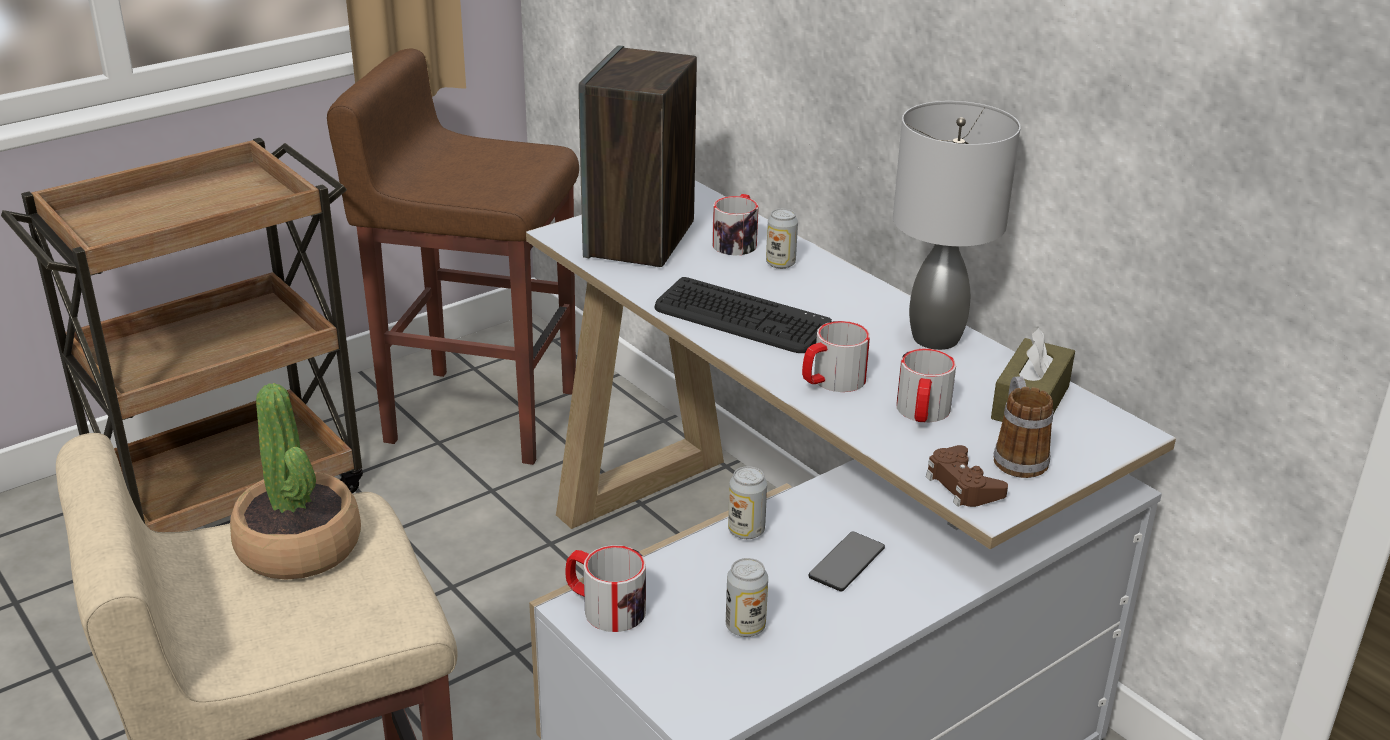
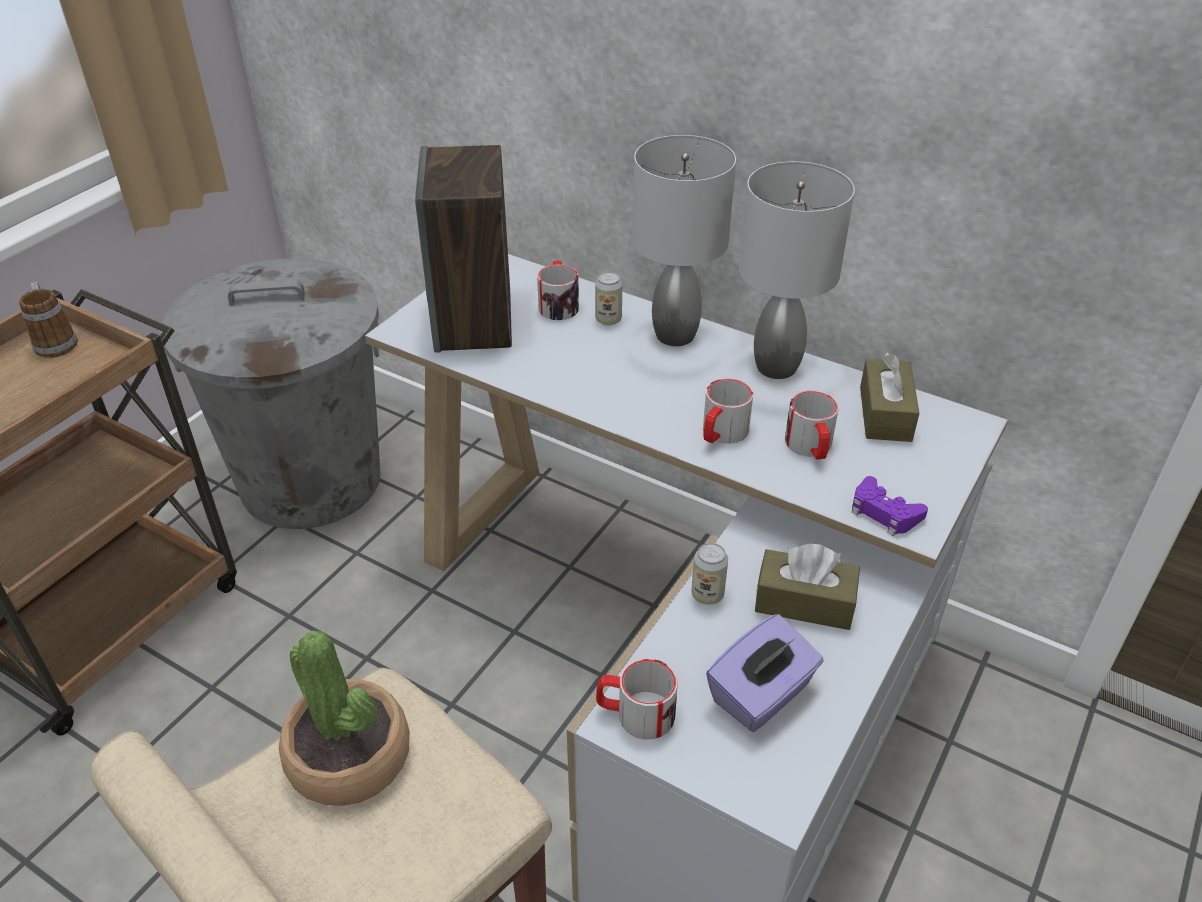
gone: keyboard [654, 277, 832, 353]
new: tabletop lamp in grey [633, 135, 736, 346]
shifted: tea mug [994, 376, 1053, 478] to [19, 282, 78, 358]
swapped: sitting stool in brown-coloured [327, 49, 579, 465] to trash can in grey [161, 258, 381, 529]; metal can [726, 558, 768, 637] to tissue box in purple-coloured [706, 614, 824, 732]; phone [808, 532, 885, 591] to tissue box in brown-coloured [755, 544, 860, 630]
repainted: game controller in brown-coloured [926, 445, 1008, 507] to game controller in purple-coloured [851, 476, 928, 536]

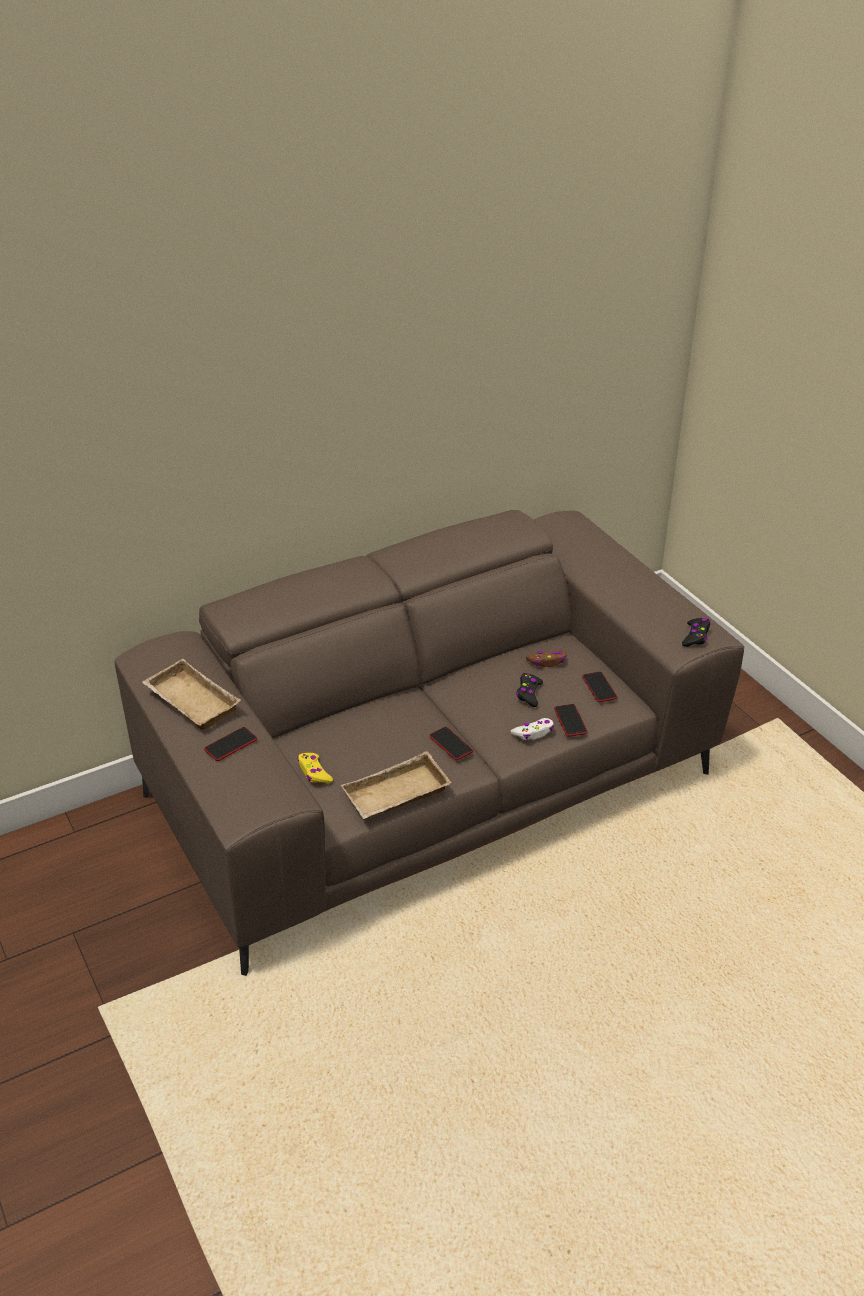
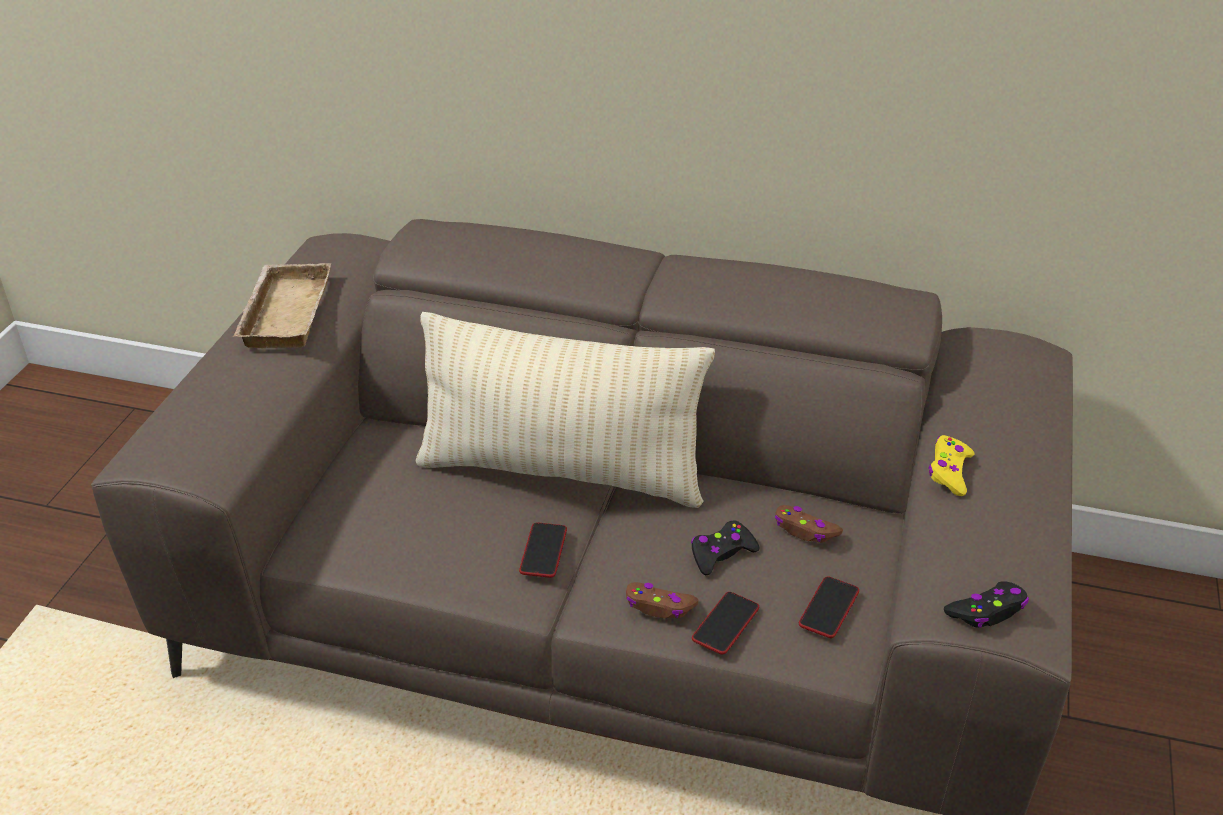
gone: phone [204, 727, 257, 761]; tray in beige [341, 751, 452, 819]
new: cushion in beige [415, 312, 715, 508]
shifted: game controller in yellowish [297, 753, 333, 784] to [929, 435, 975, 496]
repainted: game controller in white [511, 718, 554, 740] to game controller in brown-coloured [626, 582, 698, 618]

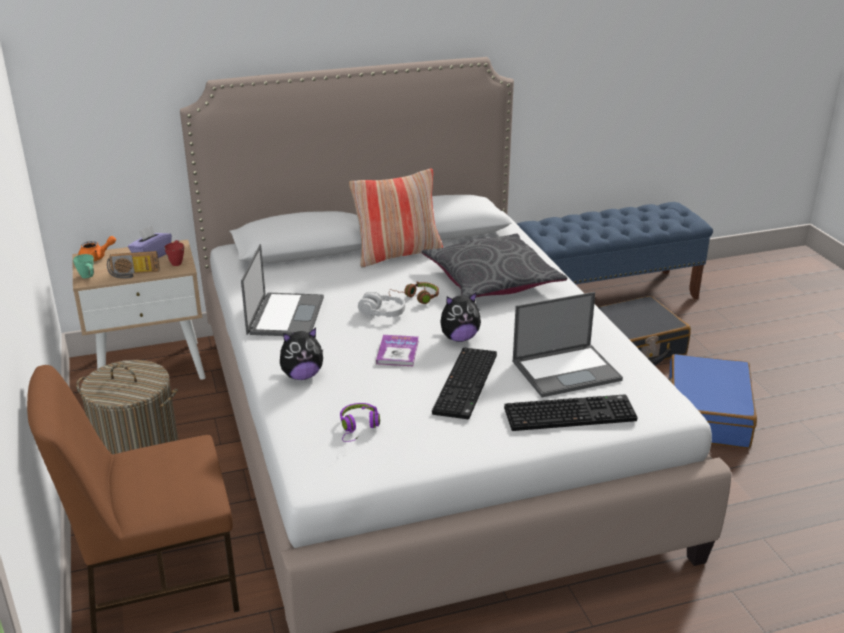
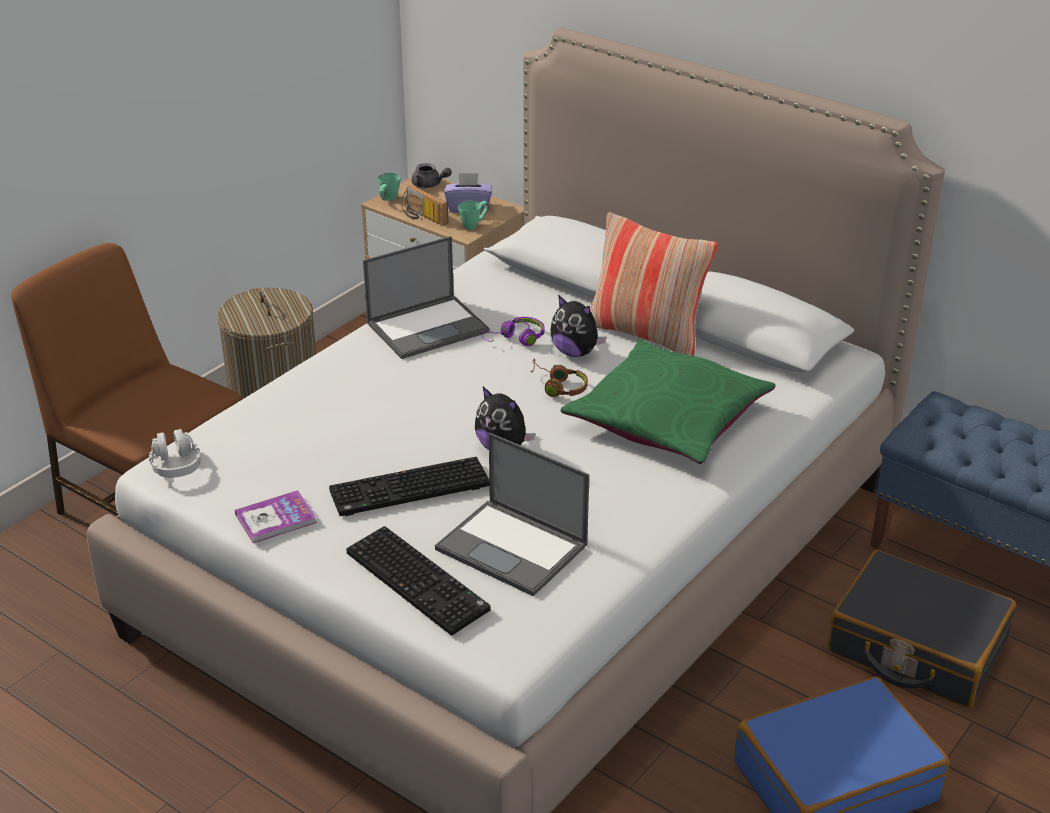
shifted: plush toy [280, 328, 323, 380] to [550, 295, 607, 357]; headset in purple-coloured [340, 403, 380, 442] to [481, 317, 545, 346]; headset in grey [358, 292, 405, 317] to [149, 429, 201, 478]; book [376, 335, 419, 366] to [235, 490, 317, 543]
repainted: pot for tea in orange-coloured [78, 236, 116, 261] to pot for tea in grey [411, 163, 452, 188]; tea mug in red-coloured [164, 240, 184, 266] to tea mug in greenish [458, 200, 489, 230]; cushion in grey [422, 234, 567, 298] to cushion in greenish [560, 339, 776, 464]

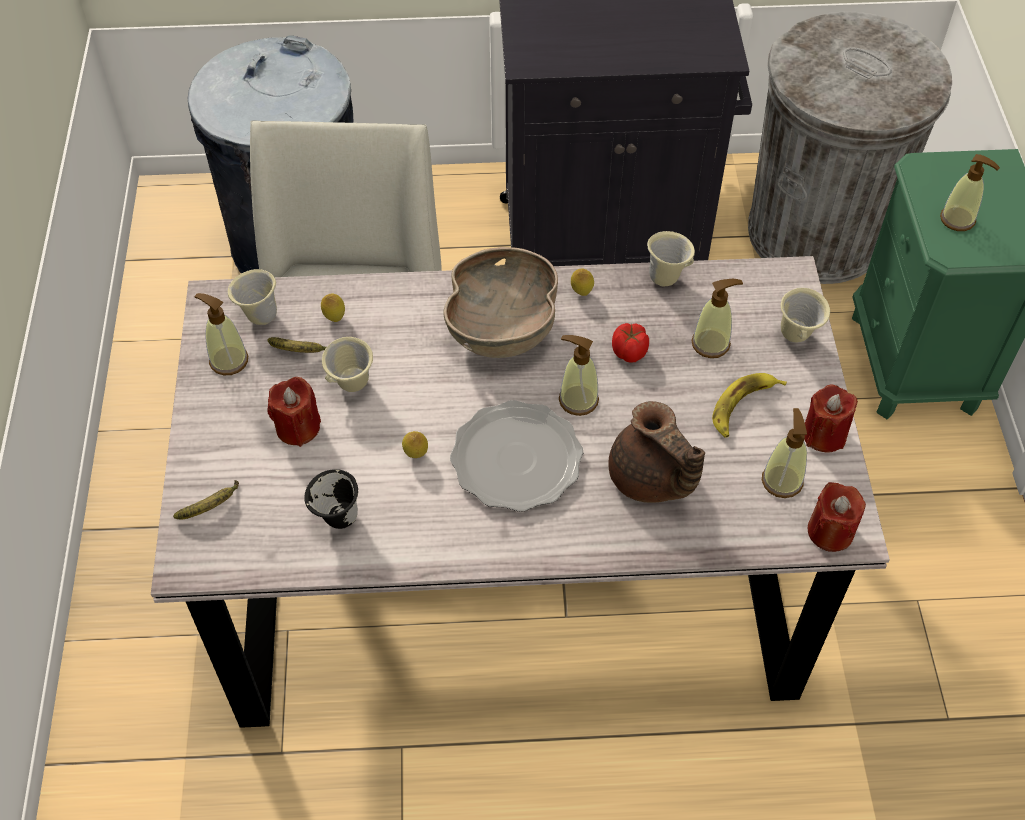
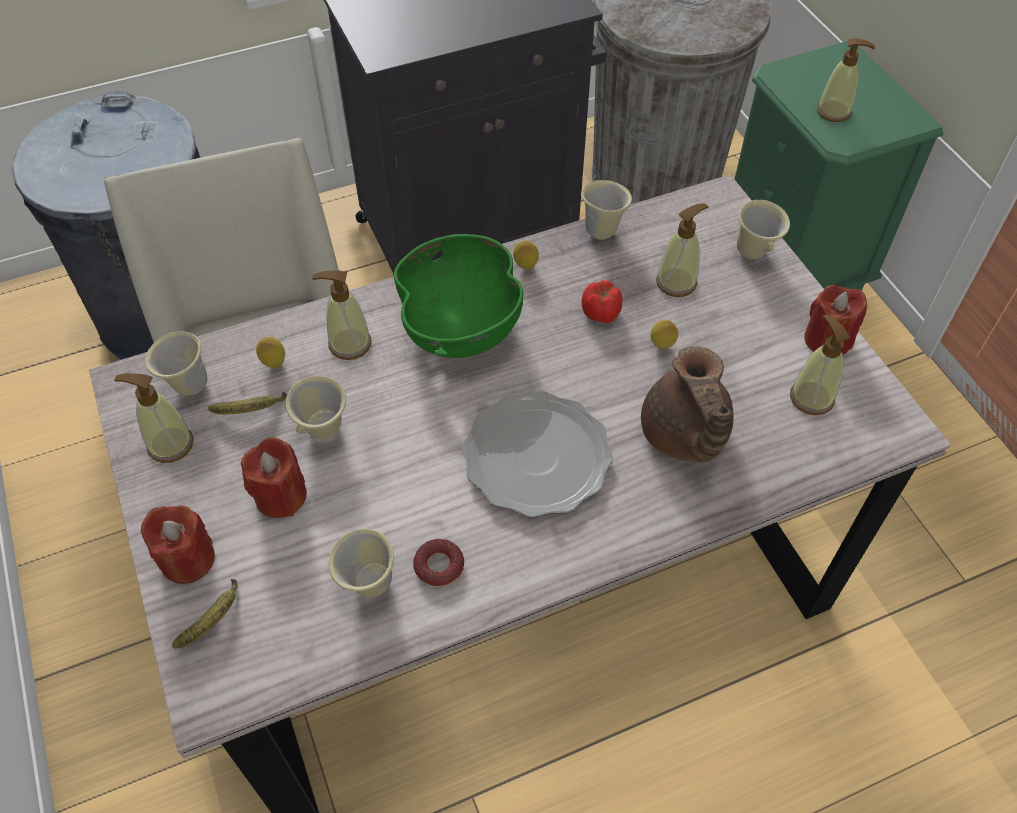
gone: banana [712, 373, 787, 438]
new: donut [413, 539, 464, 587]
shifted: whole lemon [402, 431, 428, 458] to [651, 320, 678, 349]; liquid soap bottle [559, 335, 599, 416] to [312, 270, 371, 360]; wax light in red-coloured [808, 482, 866, 552] to [141, 505, 215, 584]
repainted: tea mug in black [304, 469, 358, 529] to tea mug in beige [329, 529, 394, 598]; deep dish in brown-coloured [444, 247, 558, 358] to deep dish in greenish [394, 234, 523, 358]
rotated: pot for tea in brown-coloured [608, 401, 705, 503] = [641, 346, 734, 462] 45 degrees clockwise

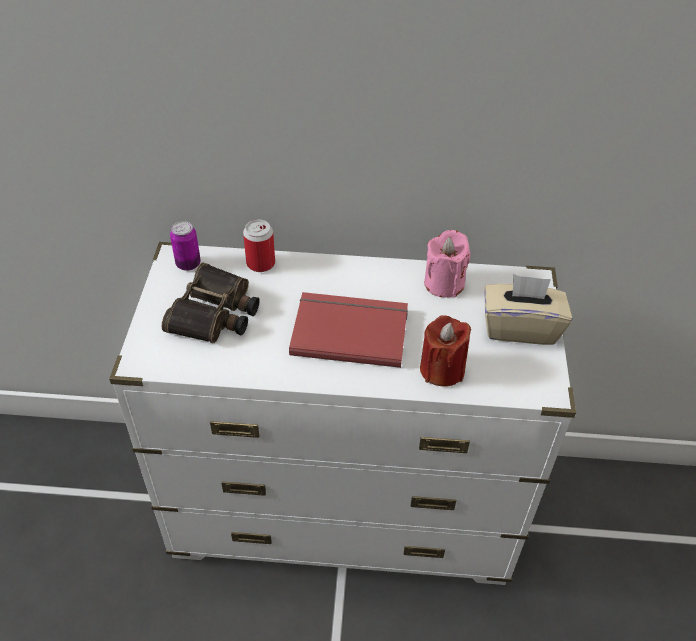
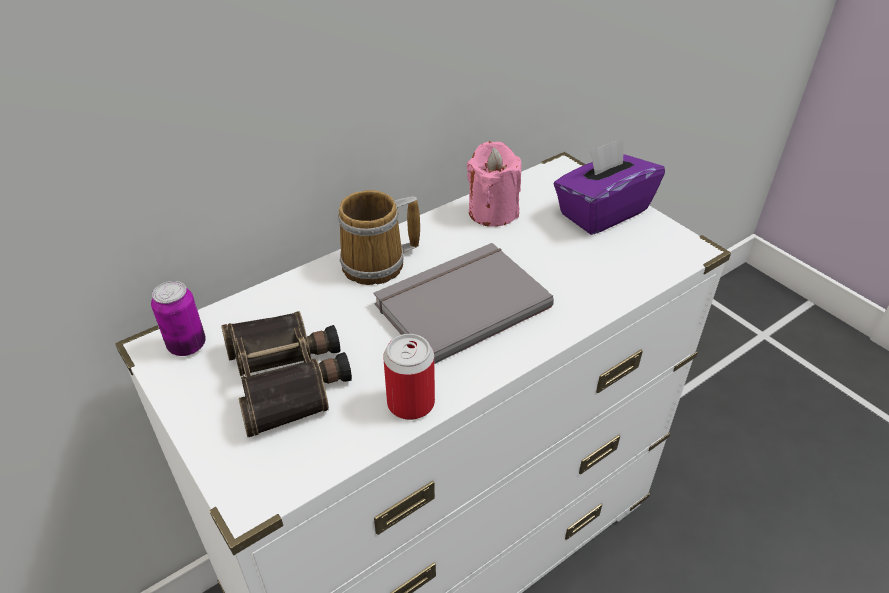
gone: wax light in red-coloured [420, 315, 471, 387]
new: tea mug [338, 190, 420, 285]
shifted: metal can [243, 220, 275, 272] to [383, 334, 435, 420]
repainted: book in red-coloured [289, 292, 408, 368] to book in grey [373, 243, 554, 364]; tissue box in beige [484, 274, 572, 345] to tissue box in purple-coloured [554, 138, 665, 235]

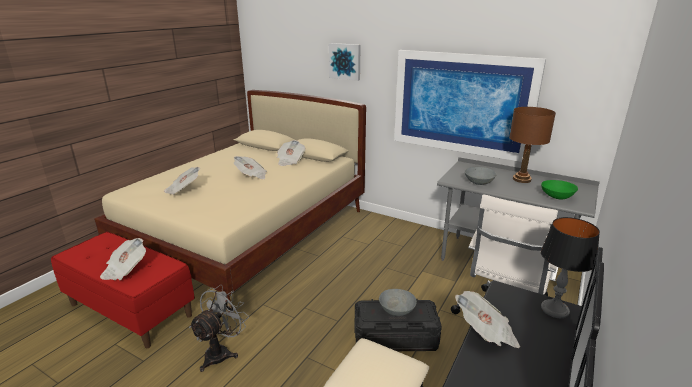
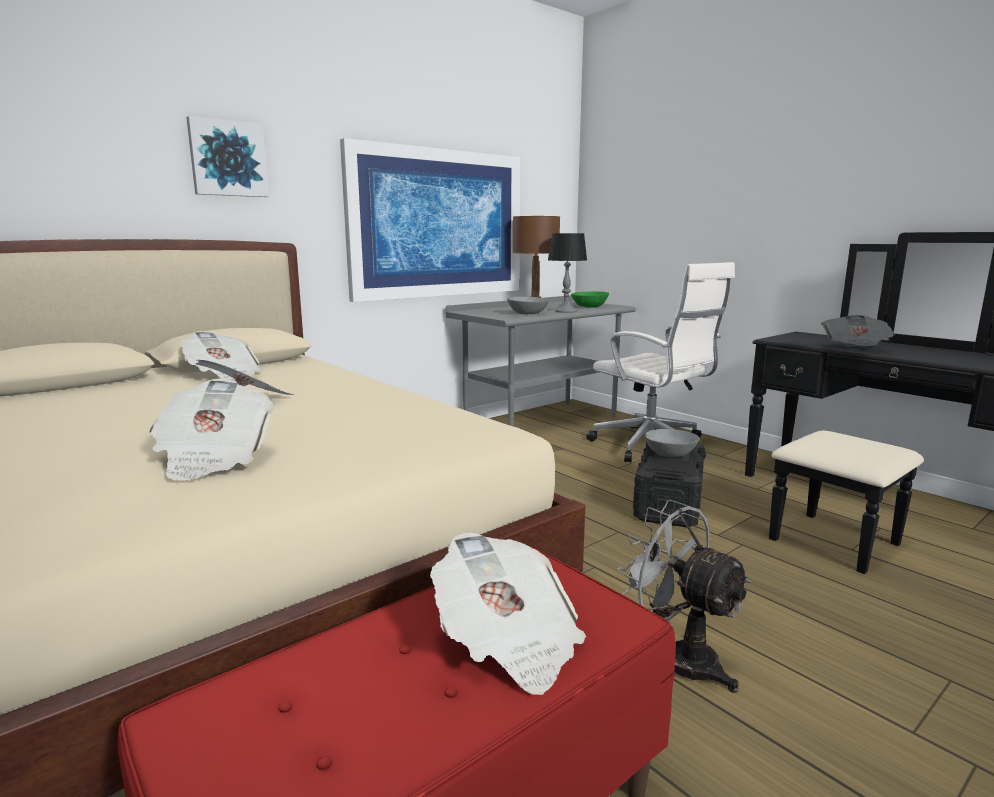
shifted: tabletop lamp [541, 217, 600, 318] to [548, 233, 587, 313]

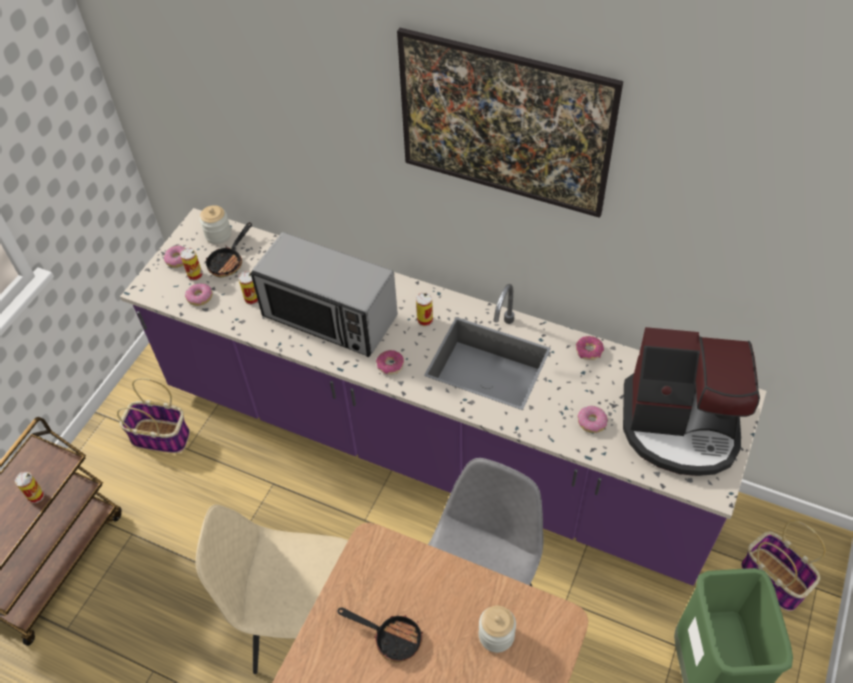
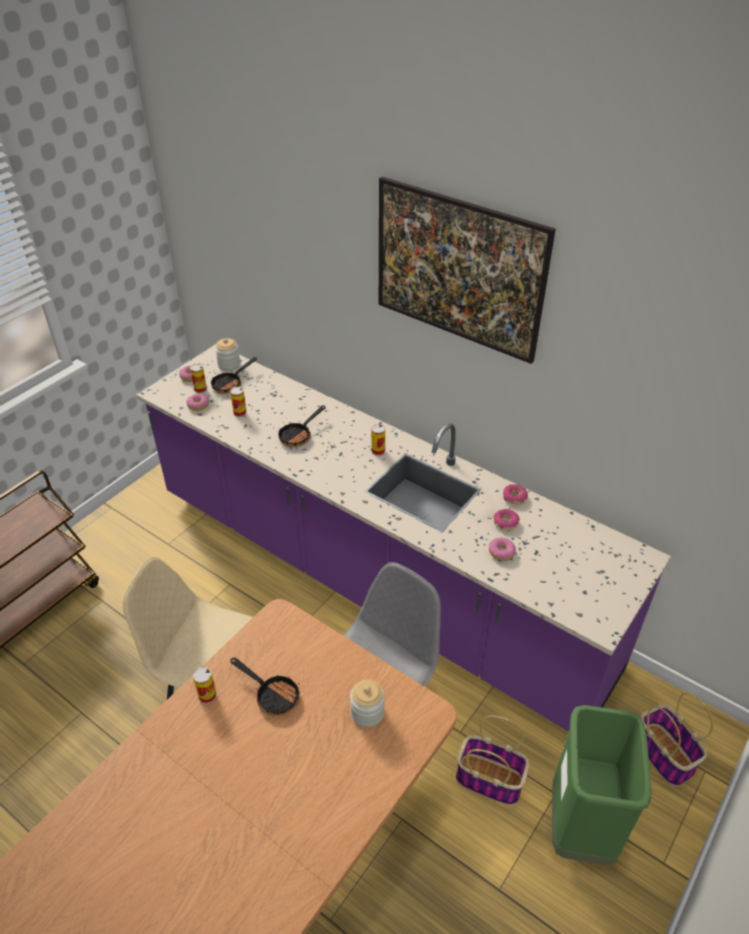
gone: coffee machine [623, 327, 760, 476]
shifted: metal can [15, 472, 45, 503] to [193, 667, 217, 704]; basket [117, 378, 190, 453] to [456, 715, 529, 805]; donut [376, 350, 404, 375] to [493, 509, 519, 530]
swapped: microwave oven [251, 232, 398, 357] to pan [278, 405, 326, 447]

